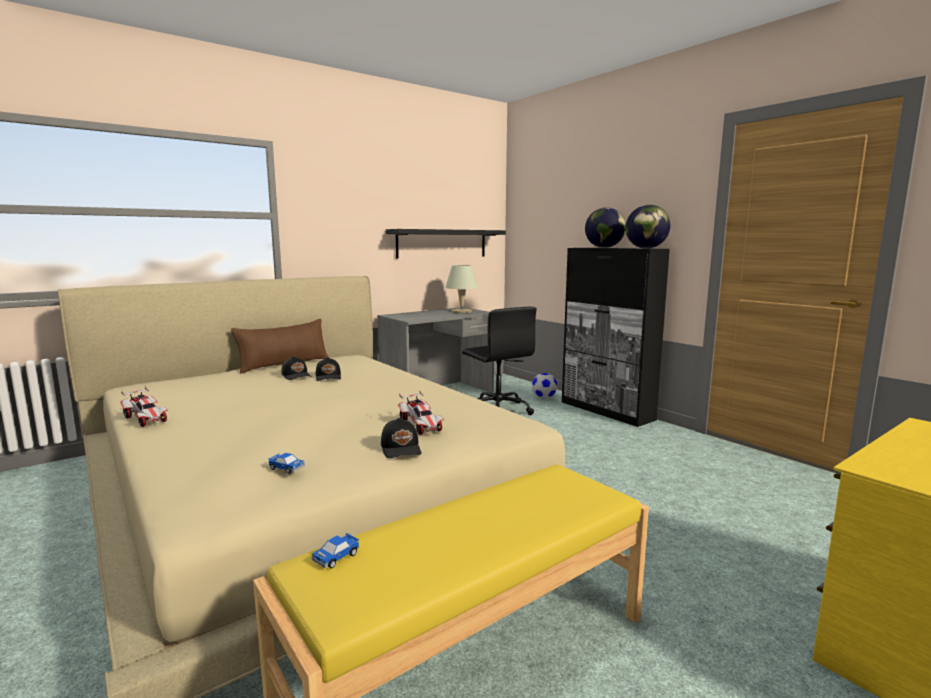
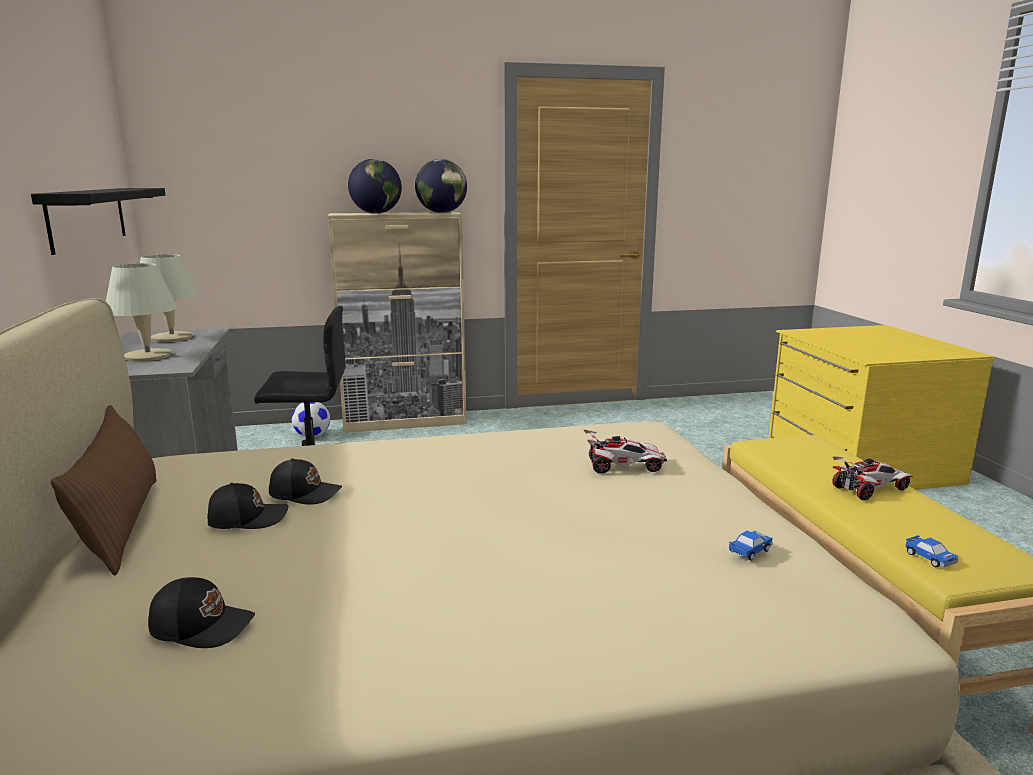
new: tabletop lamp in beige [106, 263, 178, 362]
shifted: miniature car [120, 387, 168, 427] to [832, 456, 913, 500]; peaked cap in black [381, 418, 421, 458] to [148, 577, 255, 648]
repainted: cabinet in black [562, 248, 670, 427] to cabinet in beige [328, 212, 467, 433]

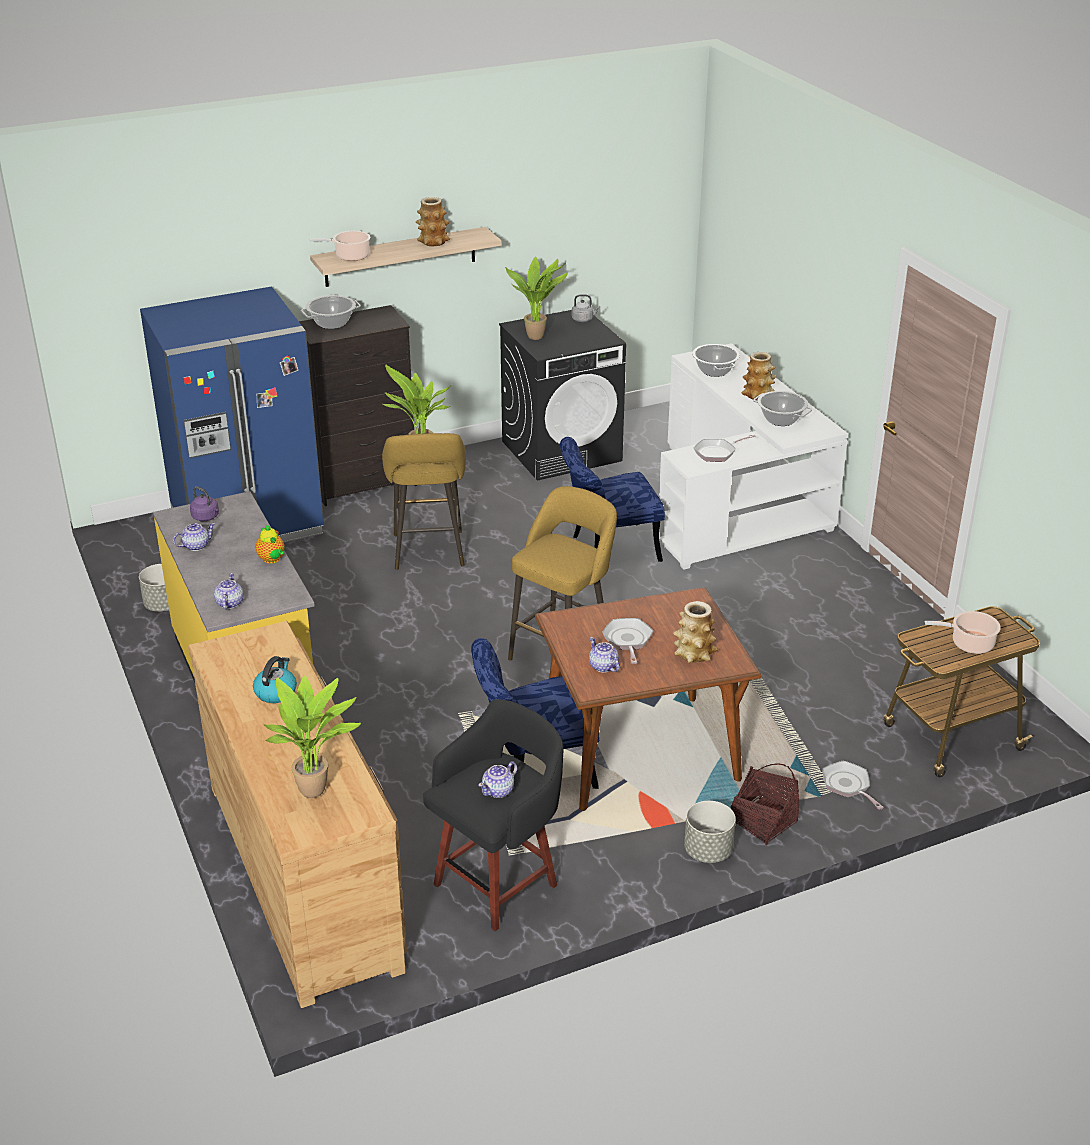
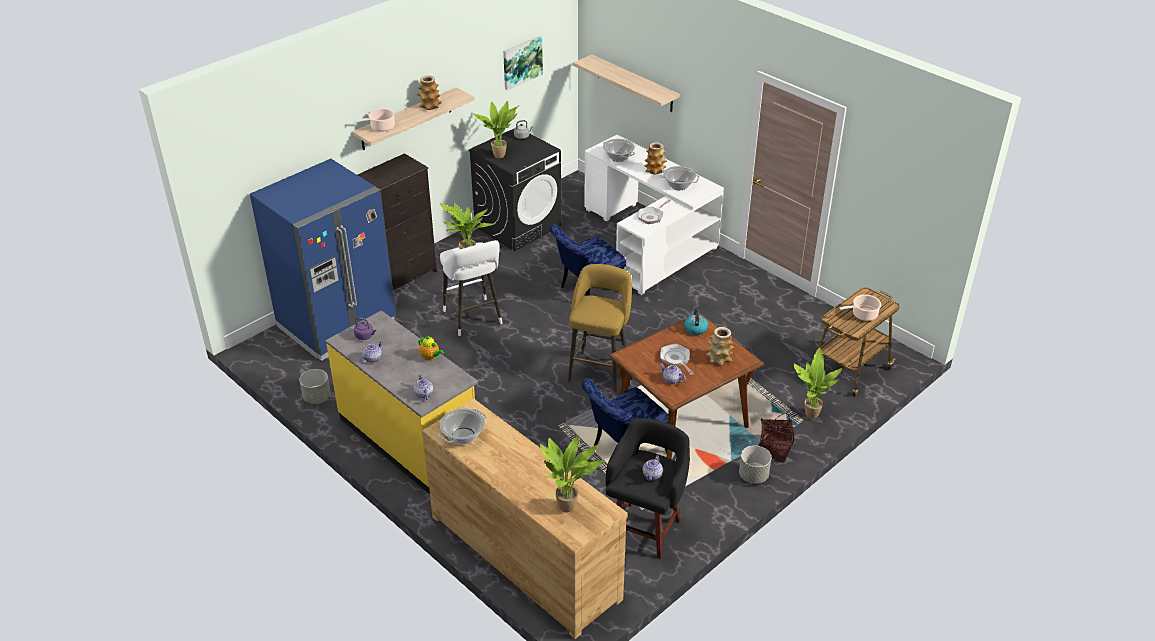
new: wall art [503, 36, 543, 90]; bracket shelf [573, 54, 680, 112]
shifted: kettle [253, 656, 297, 703] to [684, 309, 708, 335]; stockpot [301, 295, 361, 329] to [438, 408, 487, 445]
swapped: pan [823, 761, 884, 810] to potted plant [794, 348, 842, 419]
repainted: sitting stool in yellowish [382, 433, 466, 570] to sitting stool in white [440, 240, 503, 336]

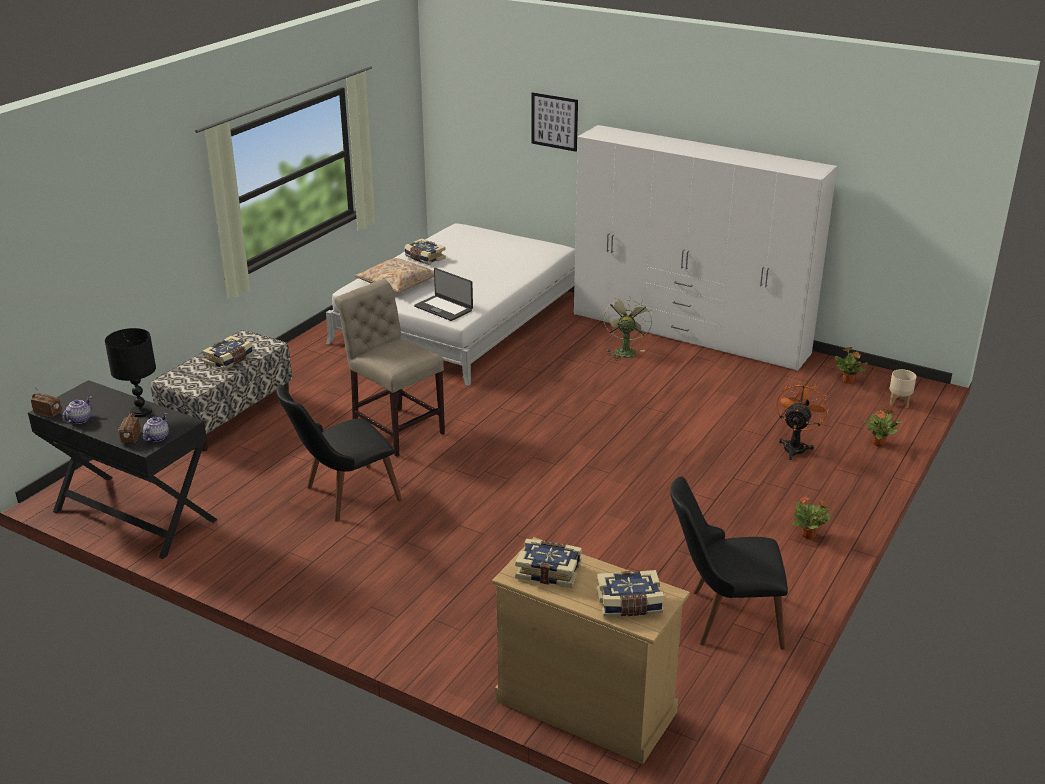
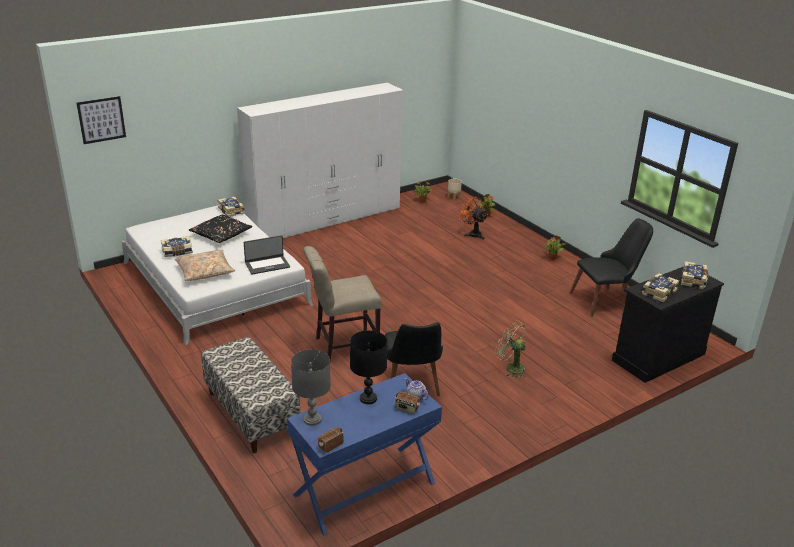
gone: pot for tea [62, 396, 92, 424]
new: cushion in black [189, 215, 253, 243]; tabletop lamp in grey [291, 349, 331, 426]
shifted: book [202, 336, 253, 370] to [218, 196, 245, 217]; wall art [531, 92, 578, 152] to [77, 96, 126, 144]; cooling fan in greenish [603, 295, 652, 361] to [495, 321, 527, 378]
repainted: desk unit in black [28, 380, 218, 559] to desk unit in blue [287, 373, 442, 536]; chest of drawers in beige [492, 537, 690, 764] to chest of drawers in black [612, 267, 724, 383]
rotated: chair in black [670, 476, 788, 650] = [570, 219, 653, 317] 135 degrees counterclockwise

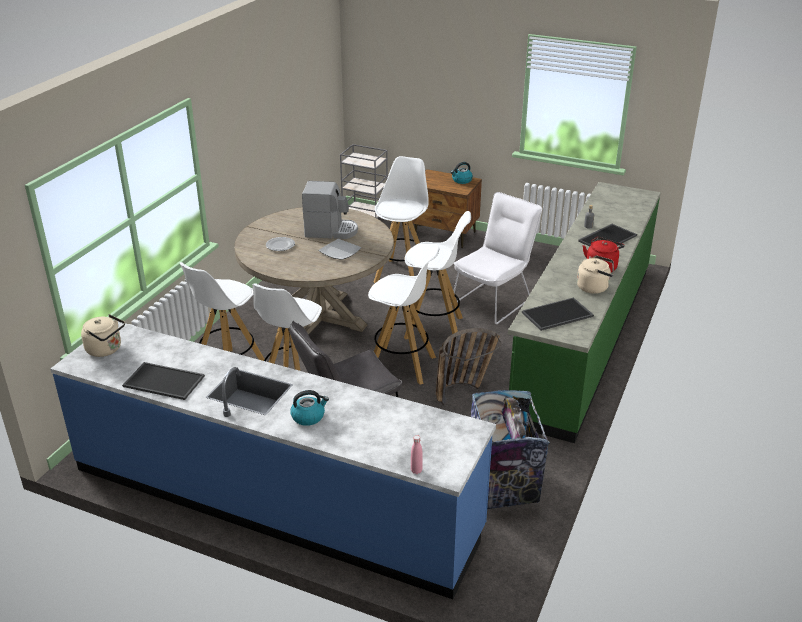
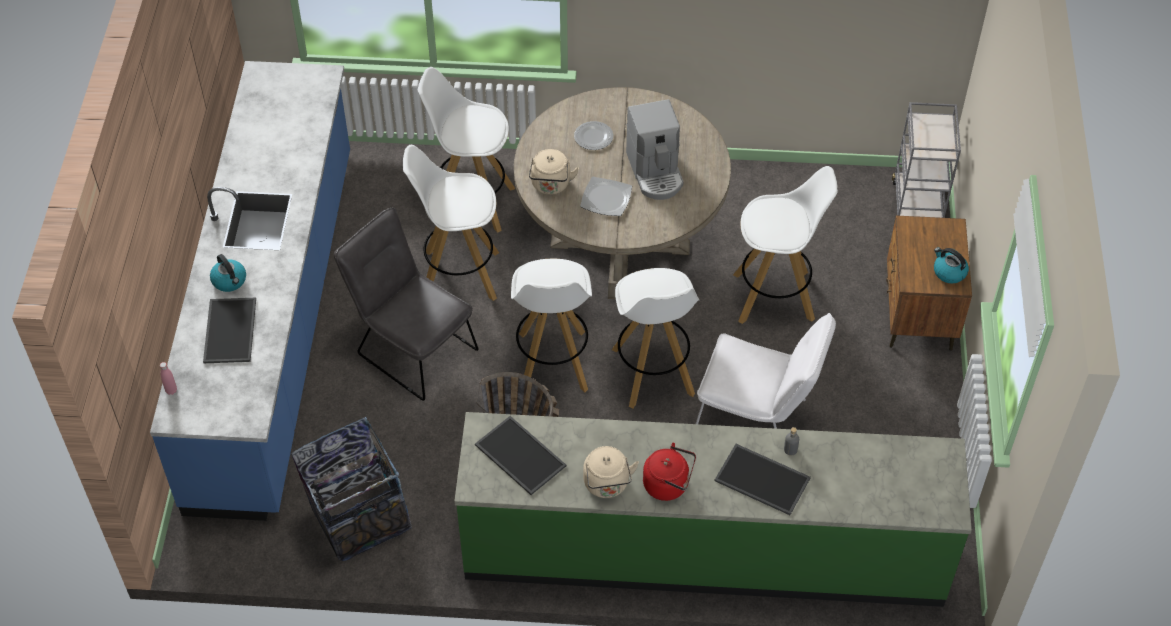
shifted: kettle in beige [81, 314, 125, 357] to [529, 149, 579, 195]; tray [122, 362, 205, 400] to [203, 298, 256, 363]

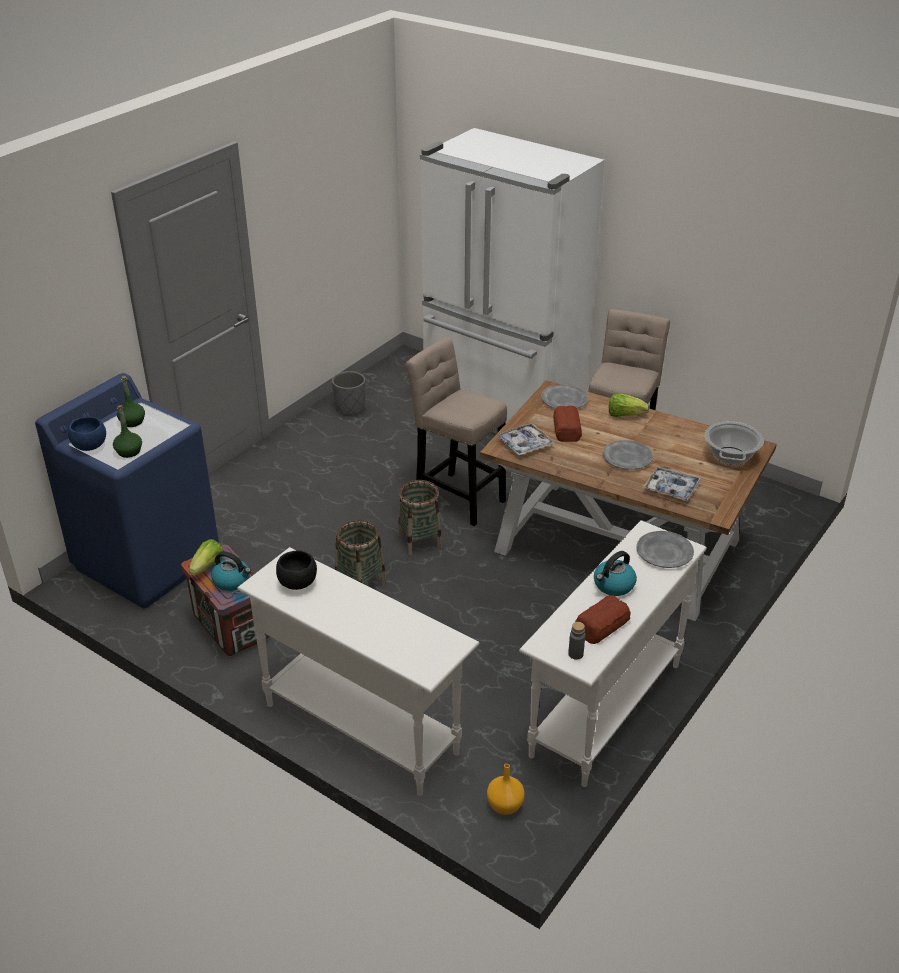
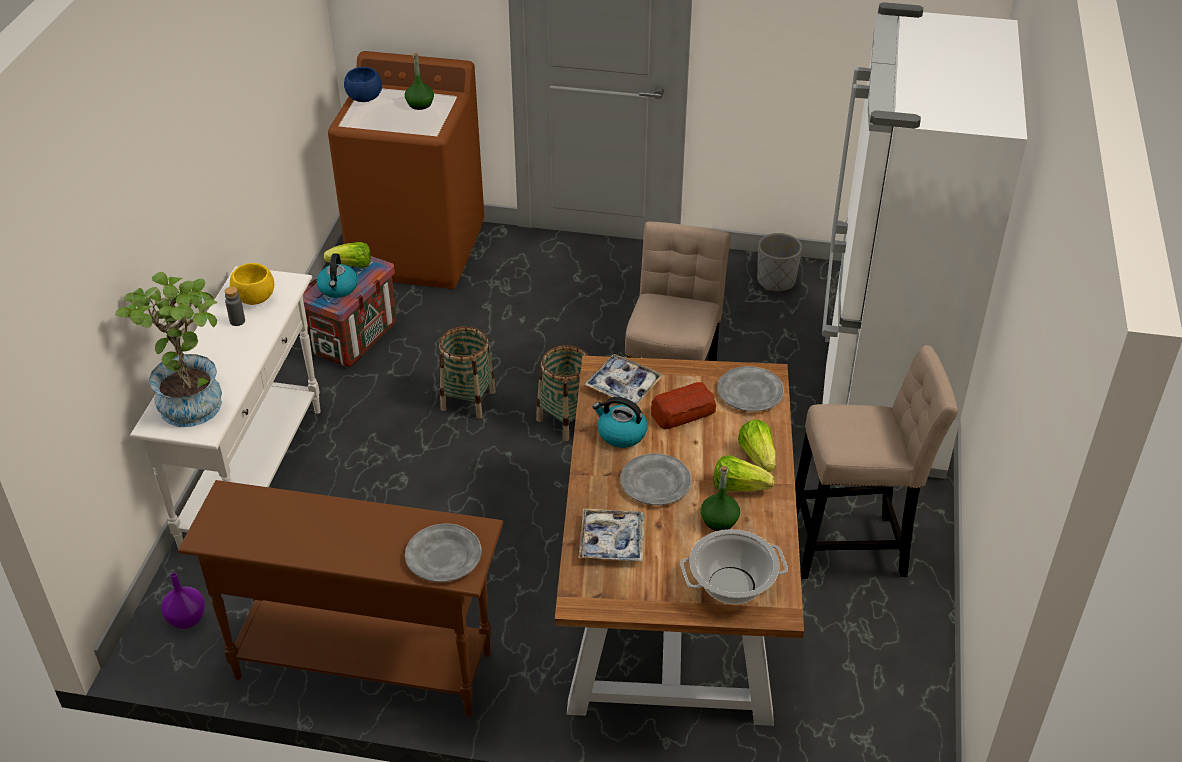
gone: bread [575, 595, 631, 644]
new: potted plant [115, 272, 222, 427]; lettuce head [713, 455, 774, 491]
shifted: drink bottle in greenish [113, 405, 142, 458] to [701, 466, 740, 531]; drink bottle in grey [568, 622, 585, 660] to [225, 287, 245, 326]; kettle [594, 551, 637, 596] to [593, 397, 647, 448]
repainted: laundry appliance in blue [35, 373, 219, 608] to laundry appliance in brown-coloured [328, 51, 484, 289]; deep dish in black [276, 550, 317, 590] to deep dish in yellowish [230, 263, 274, 305]; flower vase in orange-coloured [487, 764, 525, 815] to flower vase in purple-coloured [161, 573, 205, 629]; narrow table in white [519, 520, 707, 787] to narrow table in brown-coloured [178, 480, 503, 717]

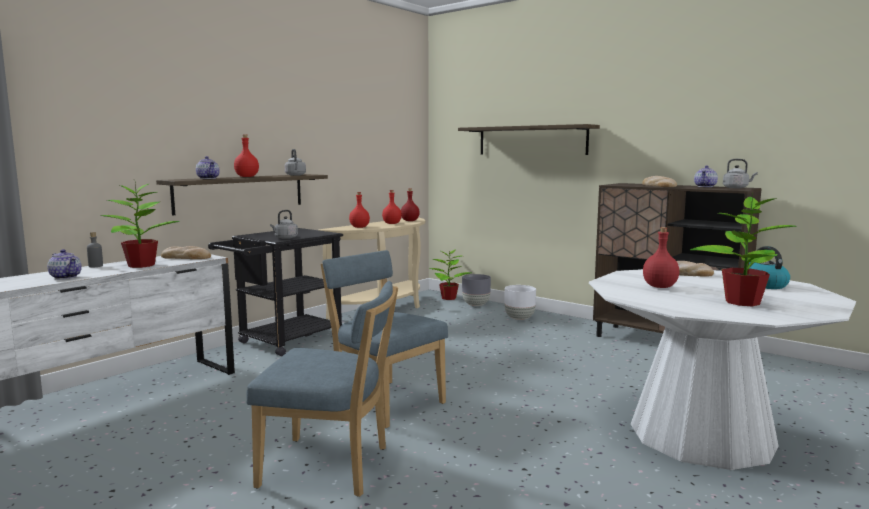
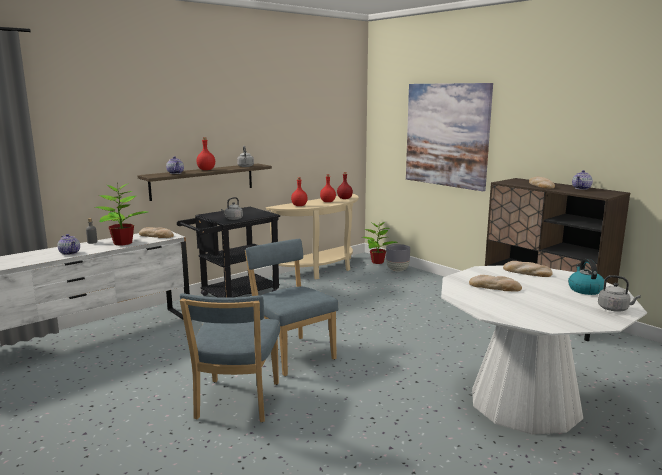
gone: flower pot in white [505, 285, 536, 320]; potted plant [690, 192, 797, 306]
shifted: kettle in grey [723, 159, 758, 188] to [598, 275, 641, 312]
swapped: bracket shelf [458, 124, 600, 155] to wall art [406, 83, 493, 191]; drink bottle in red-coloured [643, 227, 679, 288] to bread [469, 275, 522, 292]
rotated: chair in blue [246, 281, 398, 497] = [180, 293, 280, 422] 75 degrees clockwise

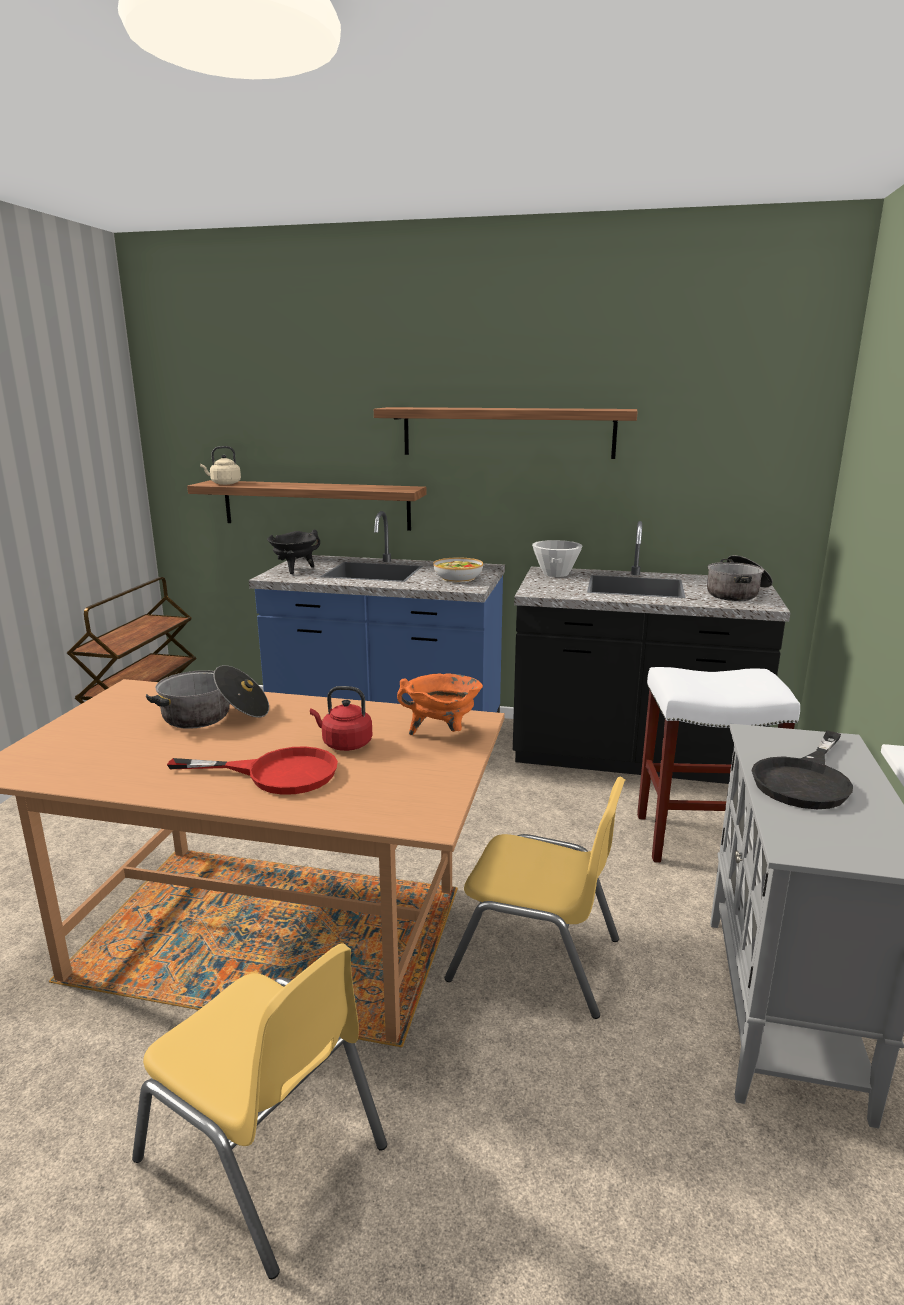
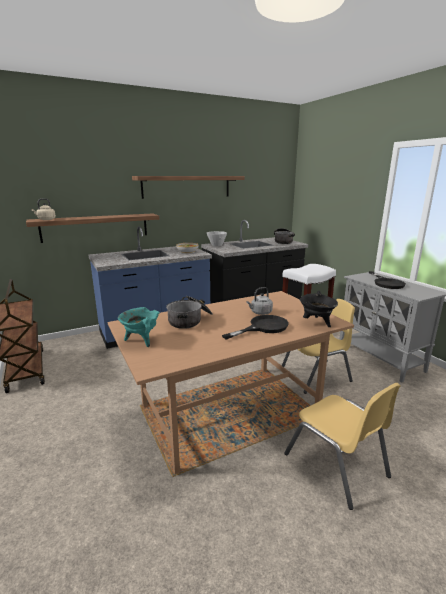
gone: stockpot in orange-coloured [397, 673, 483, 735]
new: stockpot in turquoise-coloured [118, 307, 160, 347]
shifted: stockpot in black [267, 530, 320, 574] to [300, 291, 338, 327]
repainted: pan in red-coloured [167, 746, 338, 795] to pan in black [222, 315, 289, 340]; kettle in red-coloured [310, 686, 372, 751] to kettle in grey [246, 287, 273, 315]
rotated: chair in yellowish [132, 943, 387, 1279] = [284, 383, 401, 510] 60 degrees clockwise

